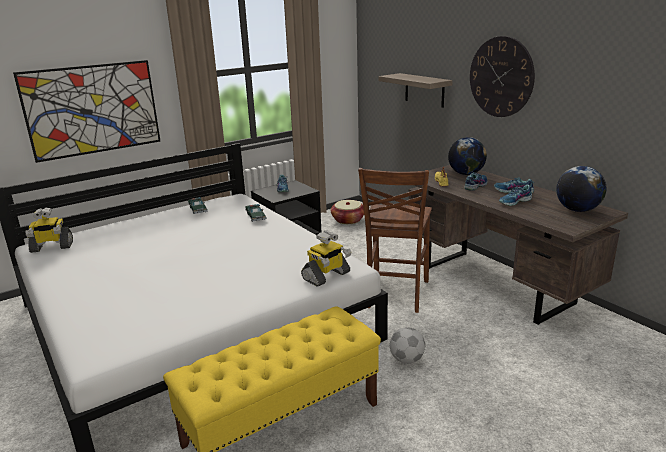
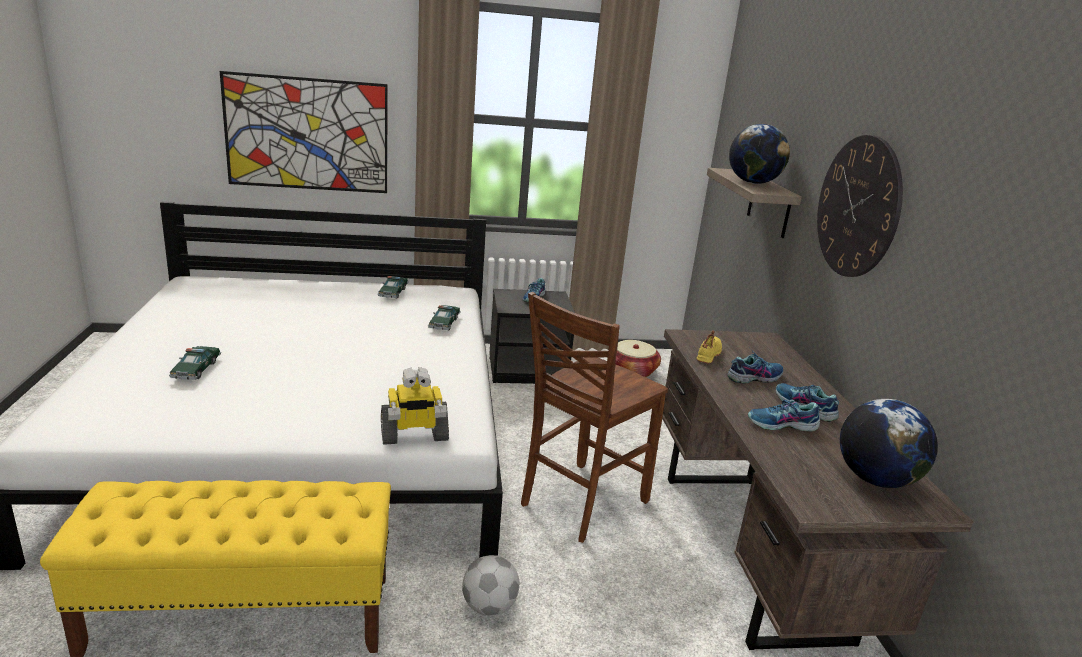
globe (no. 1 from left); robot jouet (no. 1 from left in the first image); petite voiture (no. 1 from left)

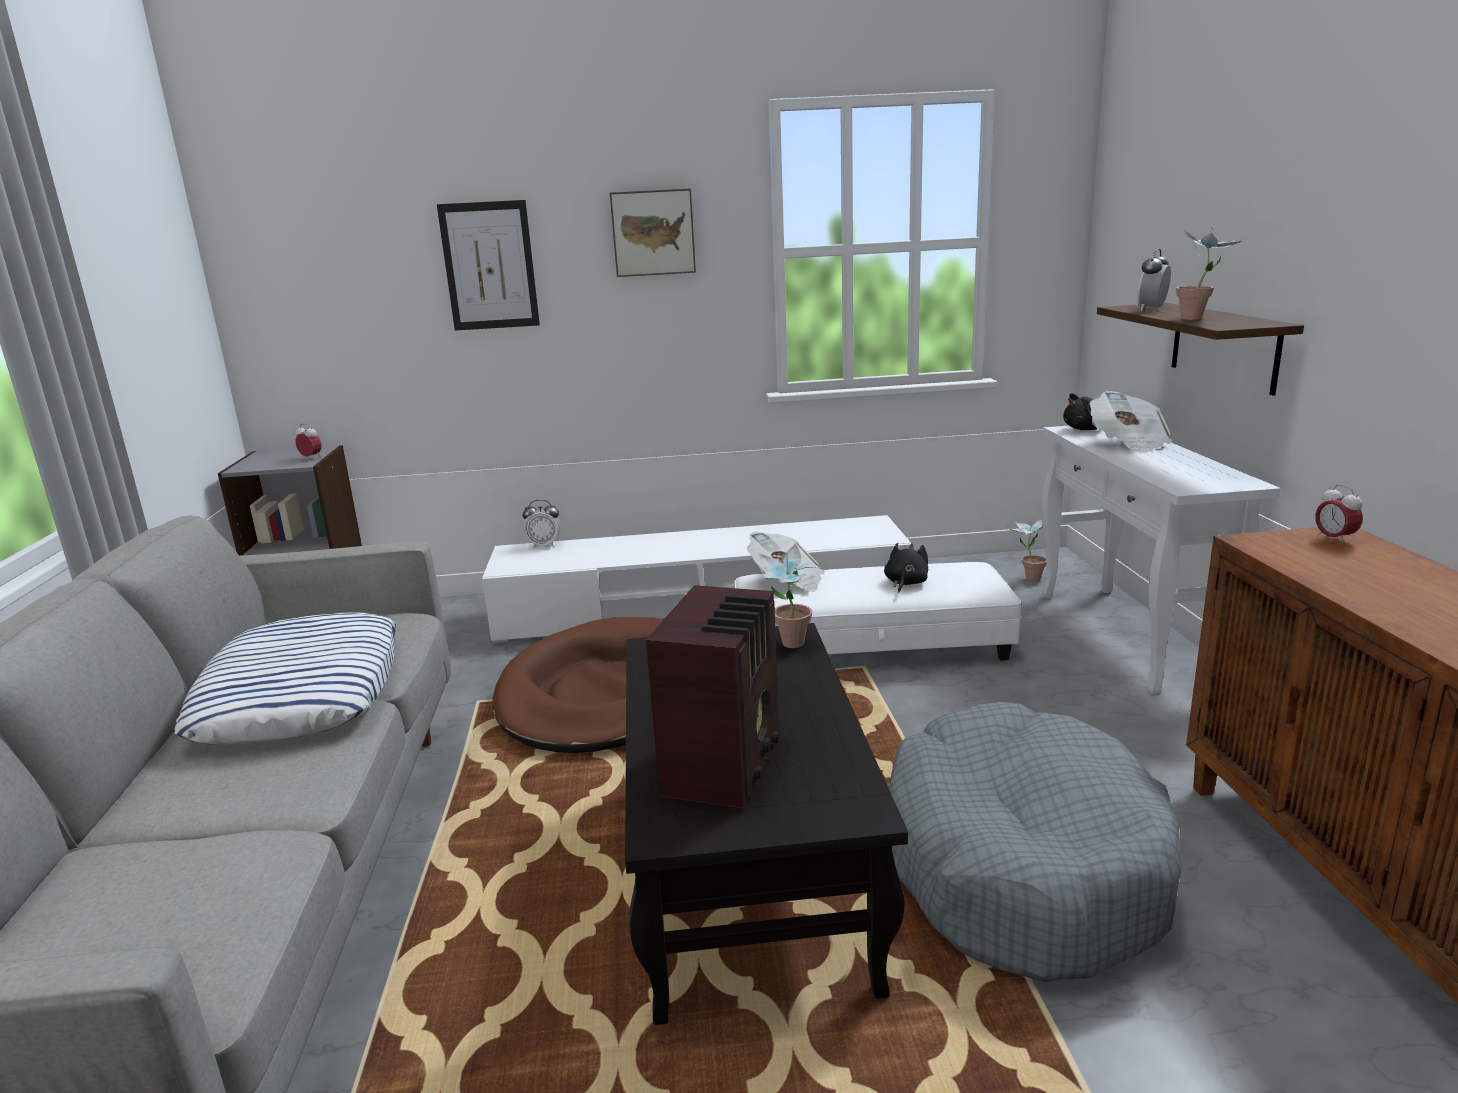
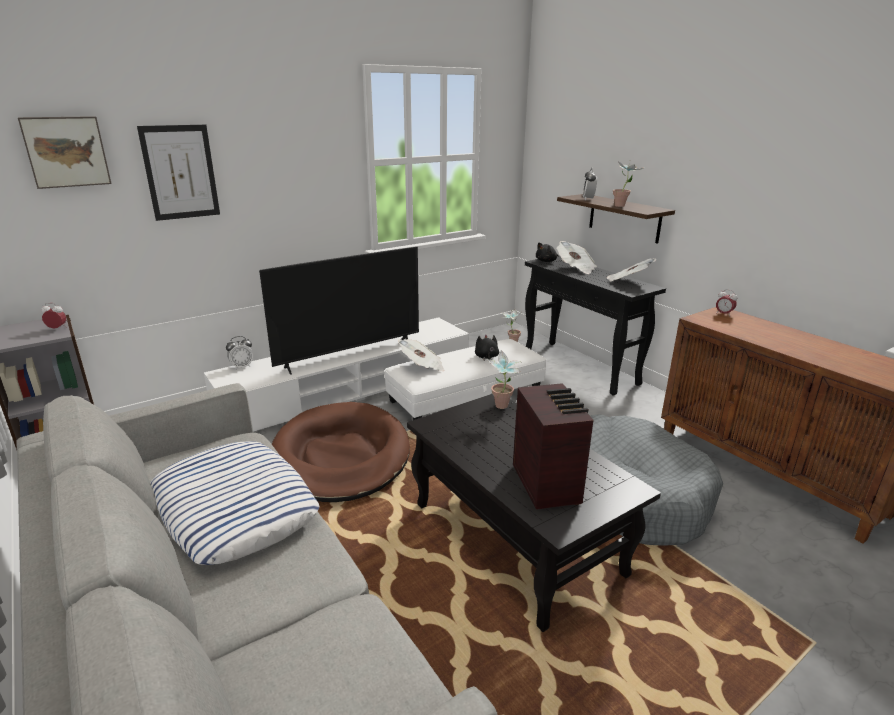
tableau (no. 1 from left); table console [noir]; téléviseur; journal (no. 3 from left)

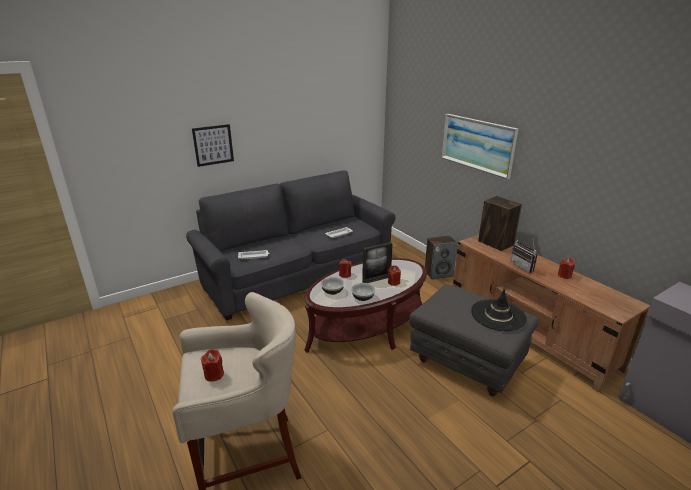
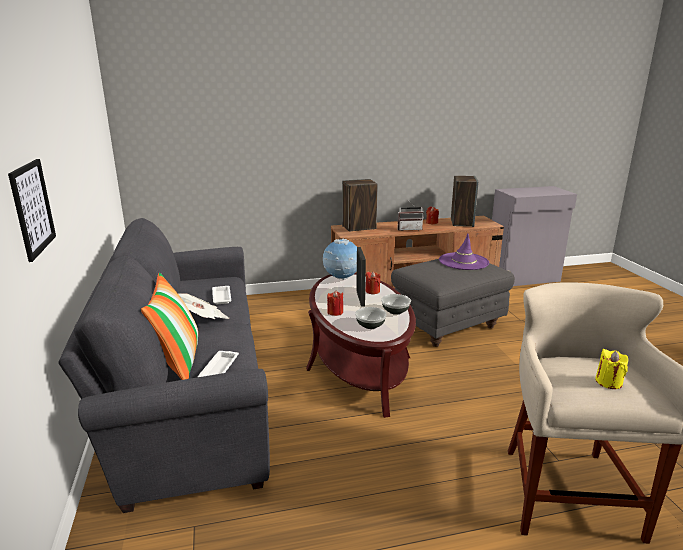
tableau (no. 2 from left in the first image); enceinte (no. 2 from left); chapeau [violet]; bougie [jaune]; globe; coussin; journal

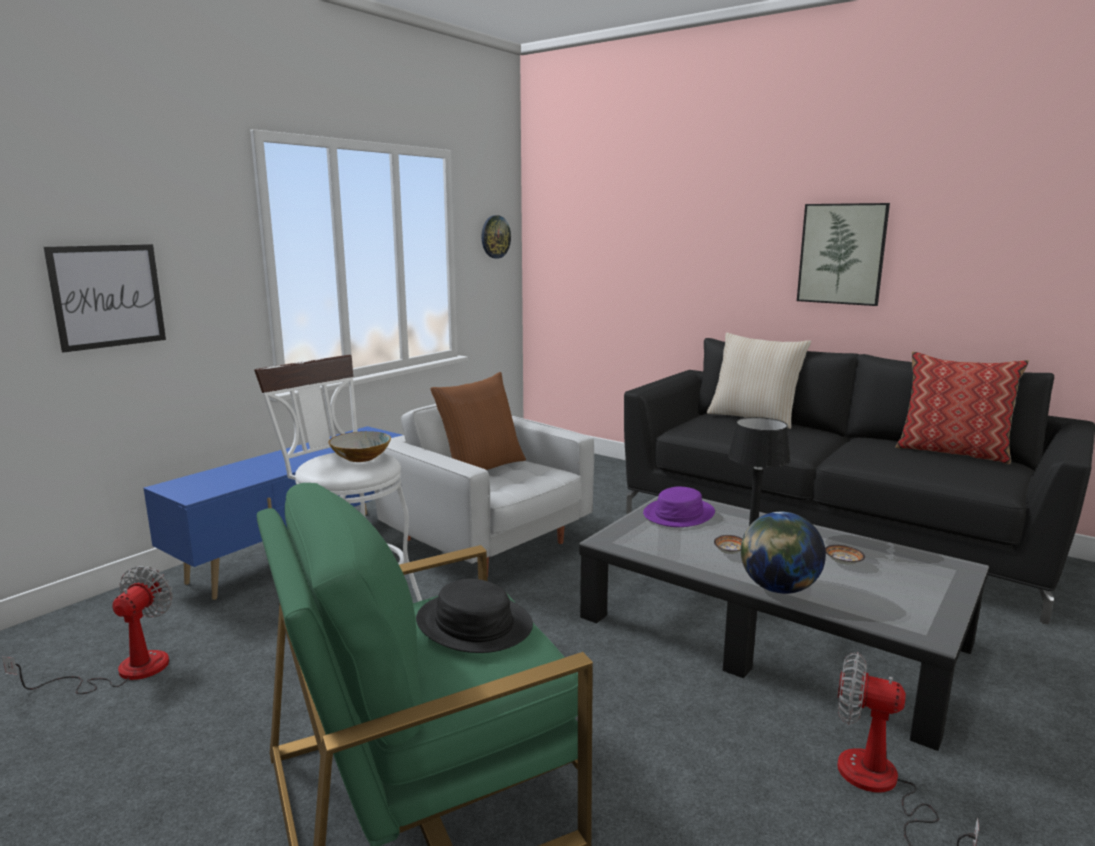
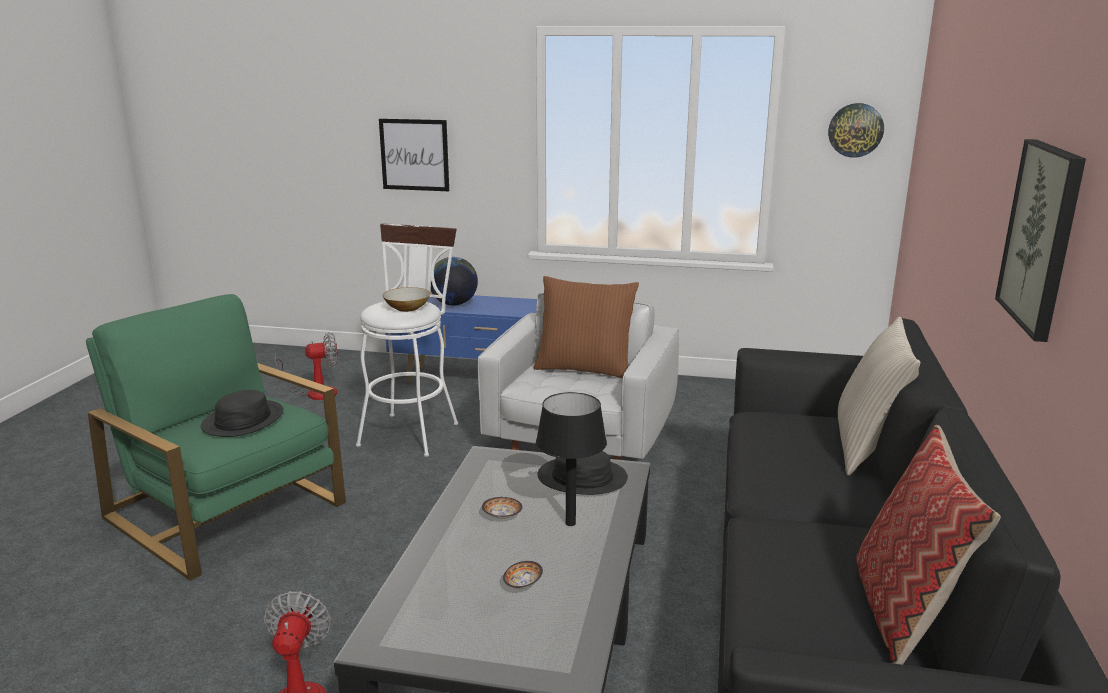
chapeau [noir] (no. 2 from left); globe

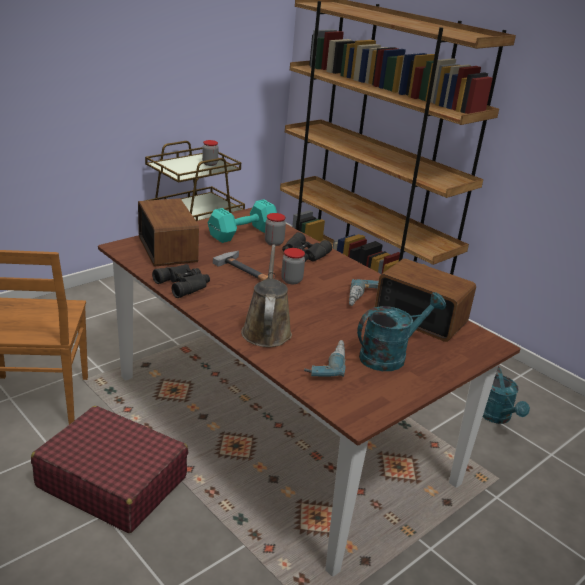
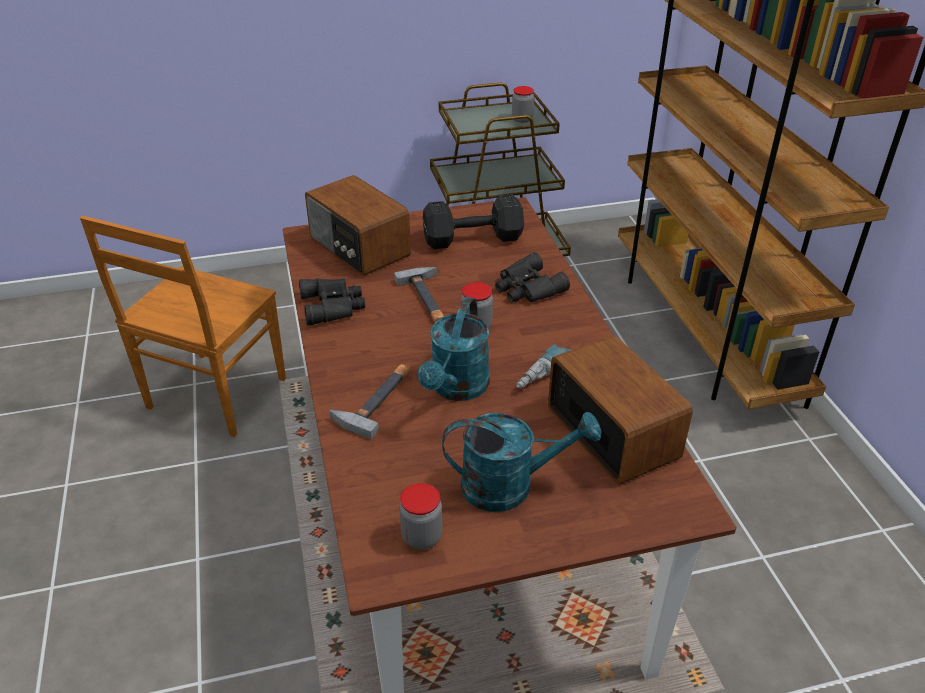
radio (no. 1 from left); haltère [noir]; bocal (no. 1 from left); marteau (no. 1 from left); perceuse (no. 1 from left in the first image); arrosoir [turquoise] (no. 1 from left); valise [rouge]

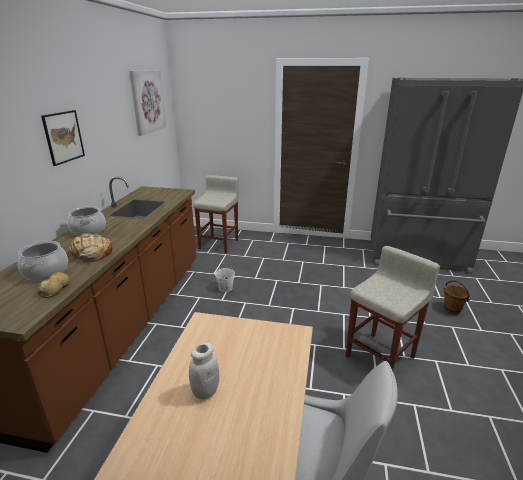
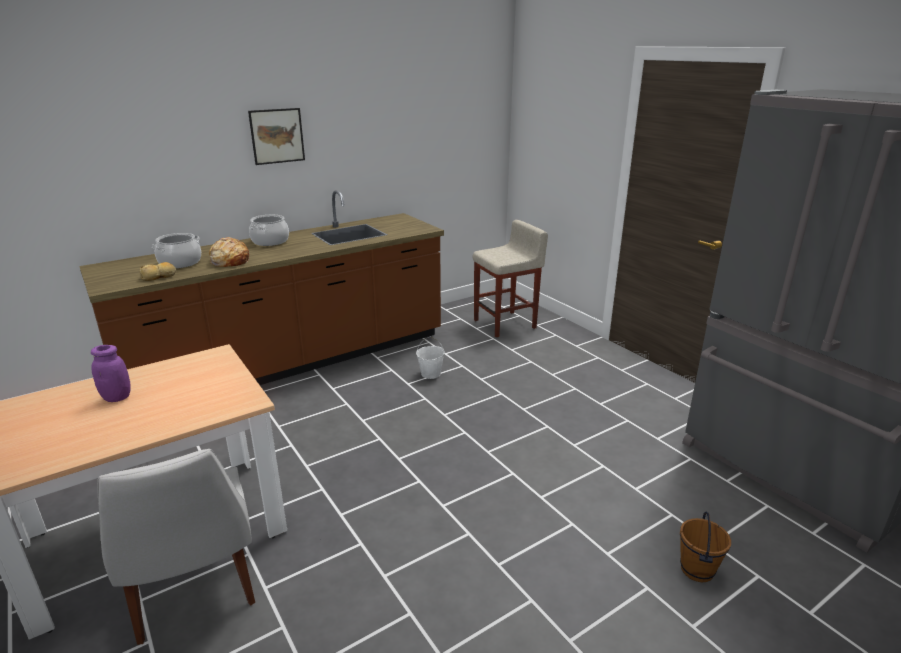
tableau (no. 2 from left in the first image); tabouret [beige] (no. 2 from left in the first image); bocal [violet]

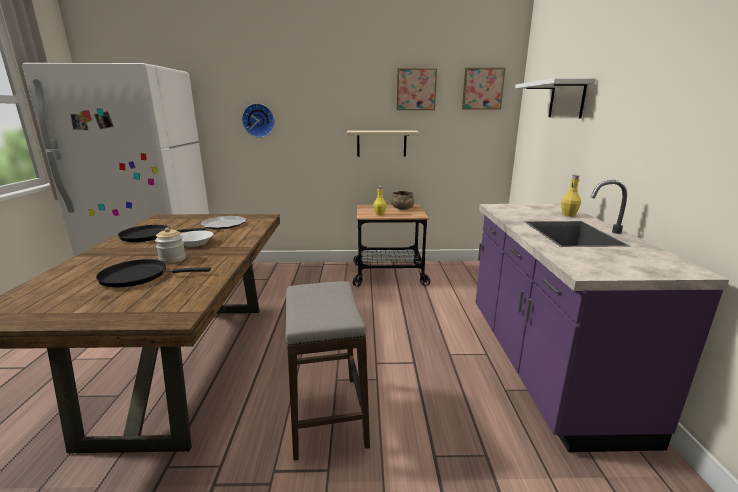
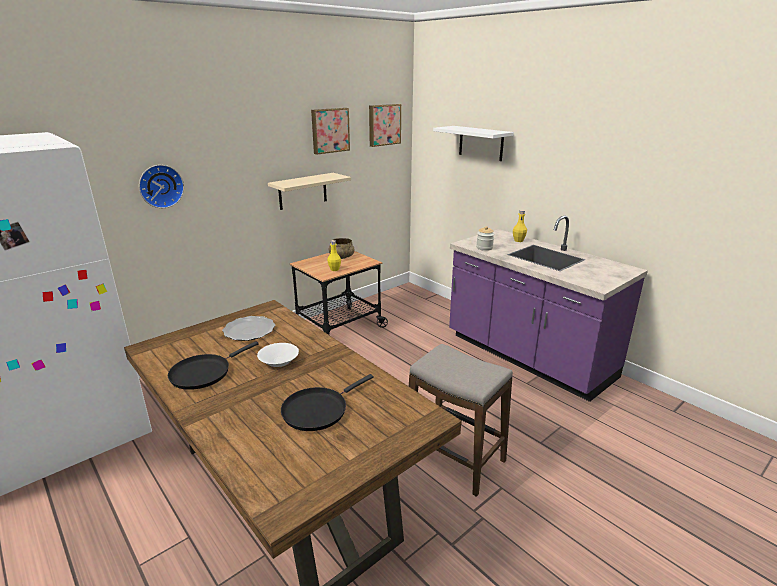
bocal

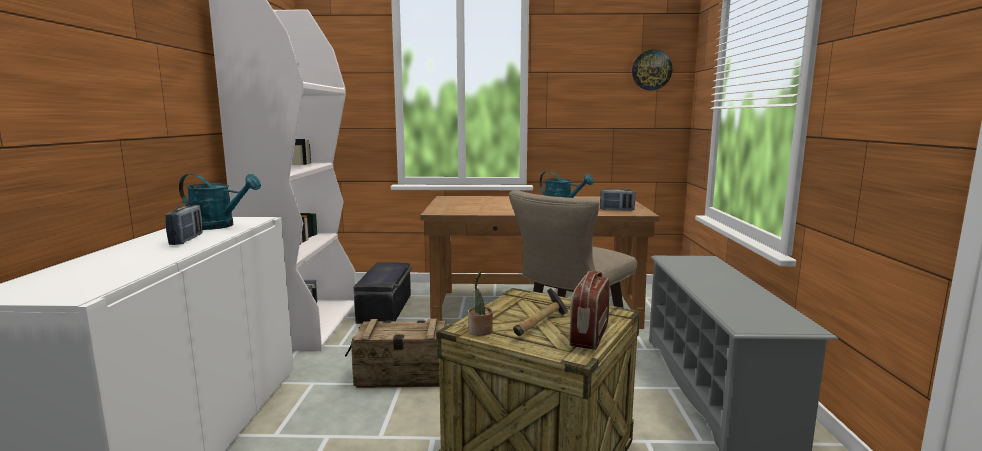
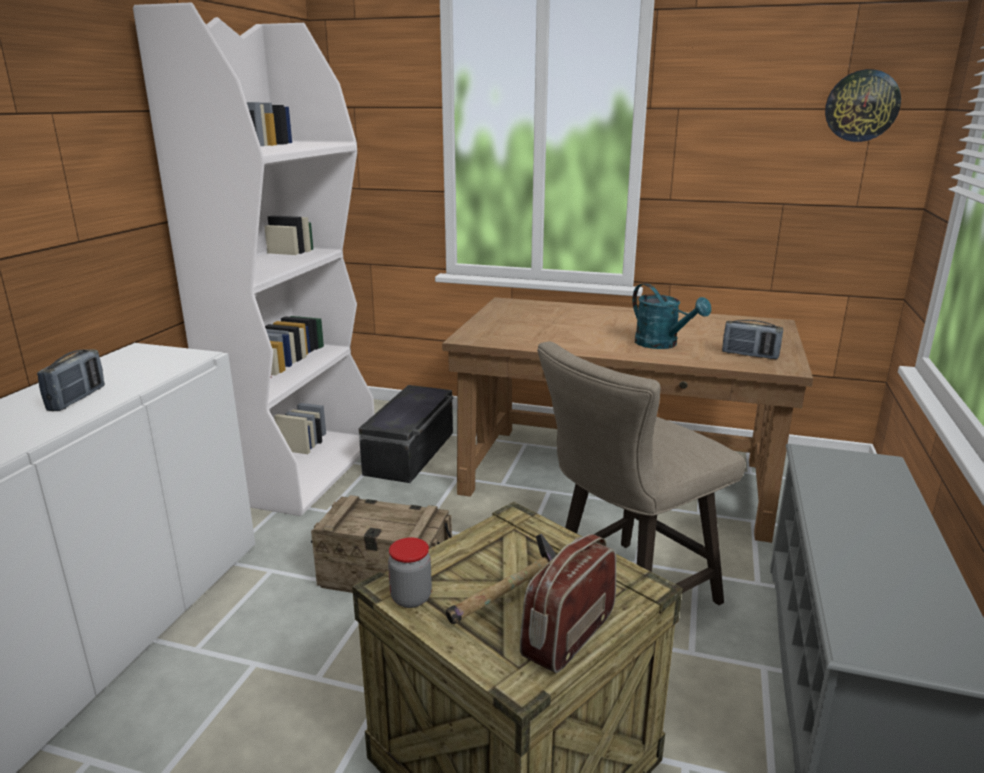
arrosoir [turquoise] (no. 1 from left in the first image); bocal

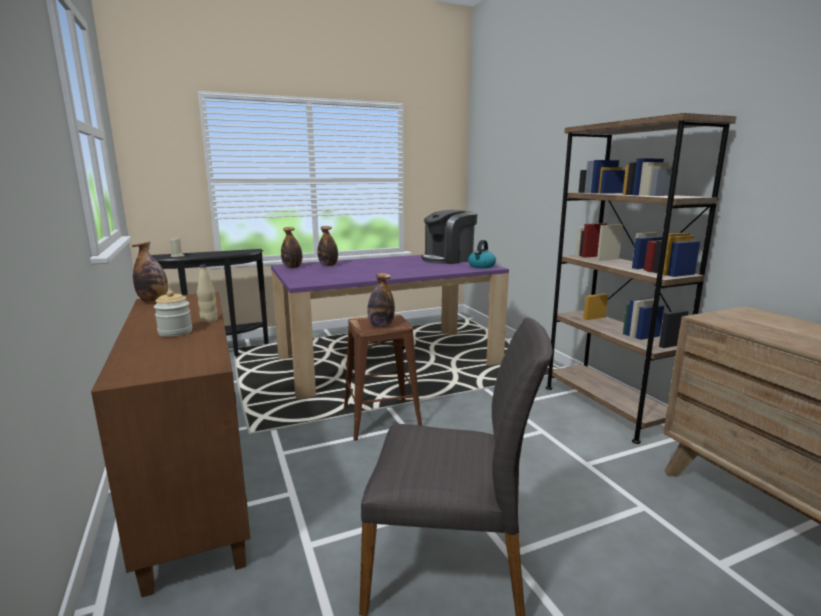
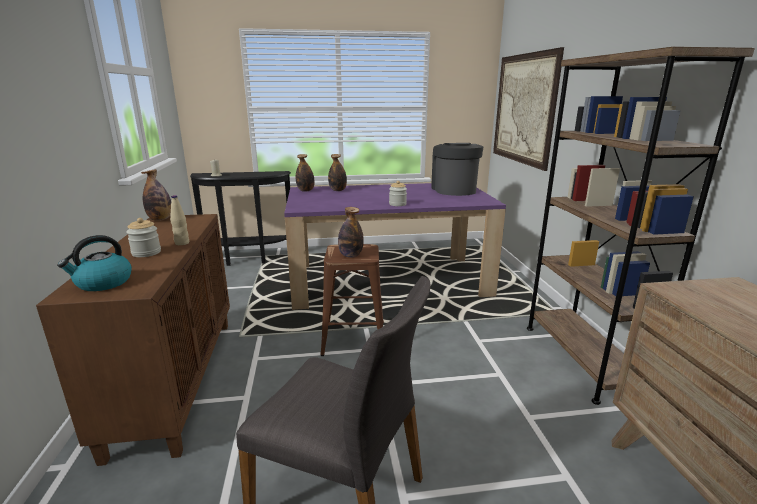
machine à café; bouilloire; tableau; bocal (no. 2 from left)

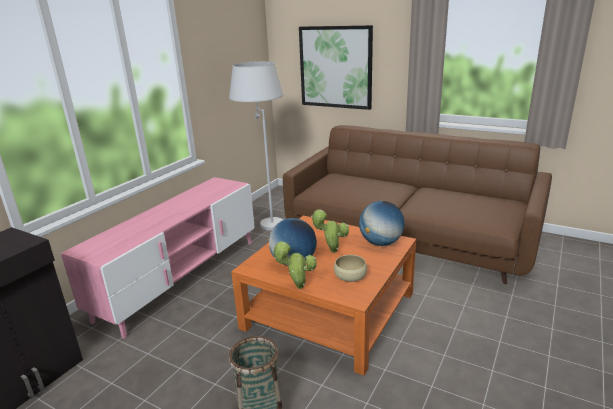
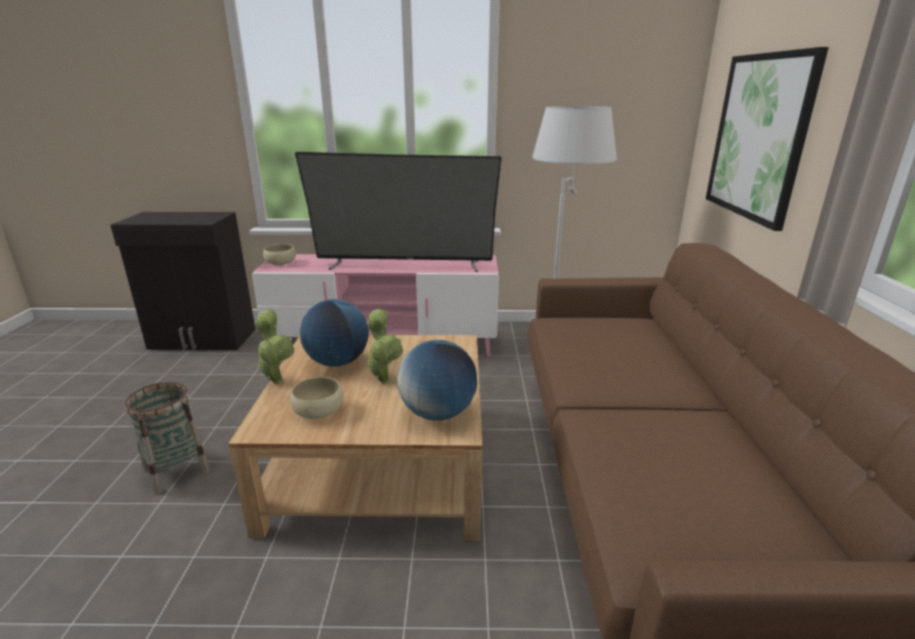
table basse [beige]; téléviseur; bol [beige] (no. 1 from left)

